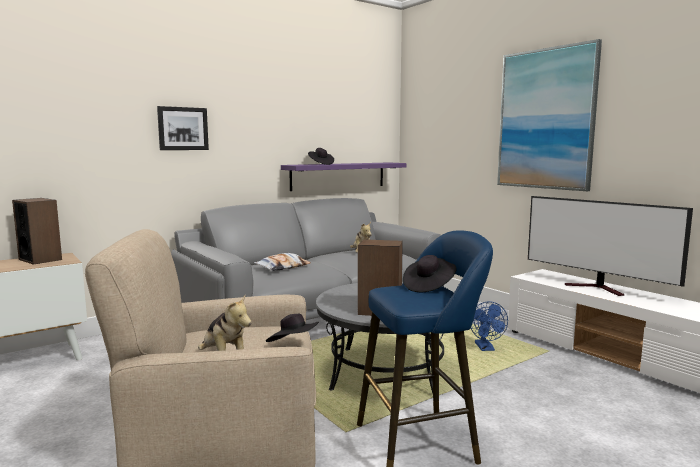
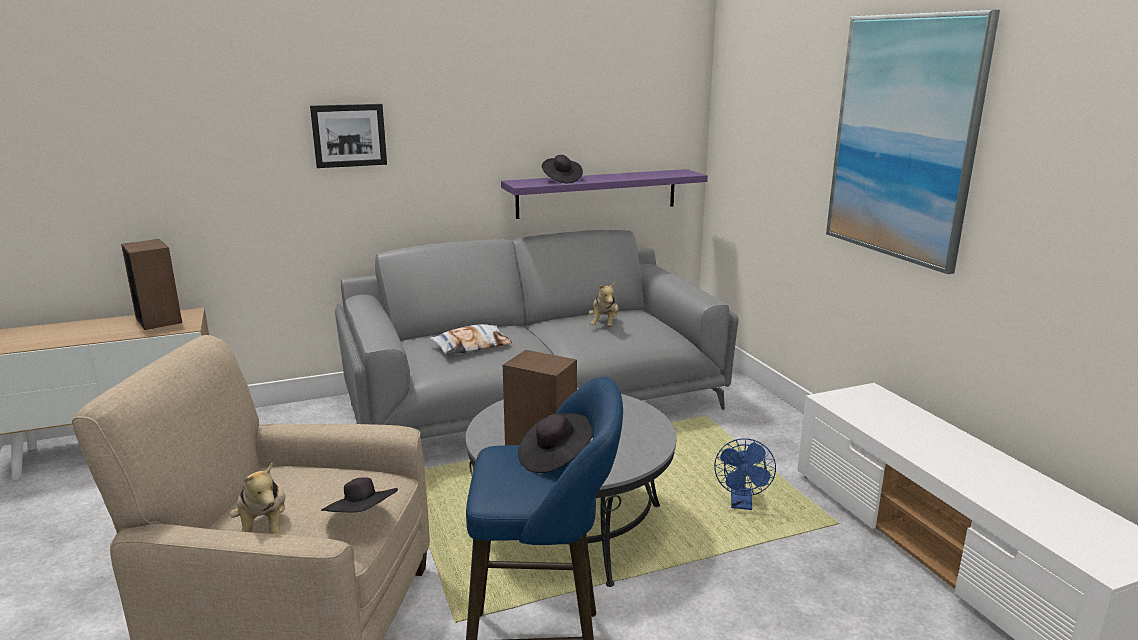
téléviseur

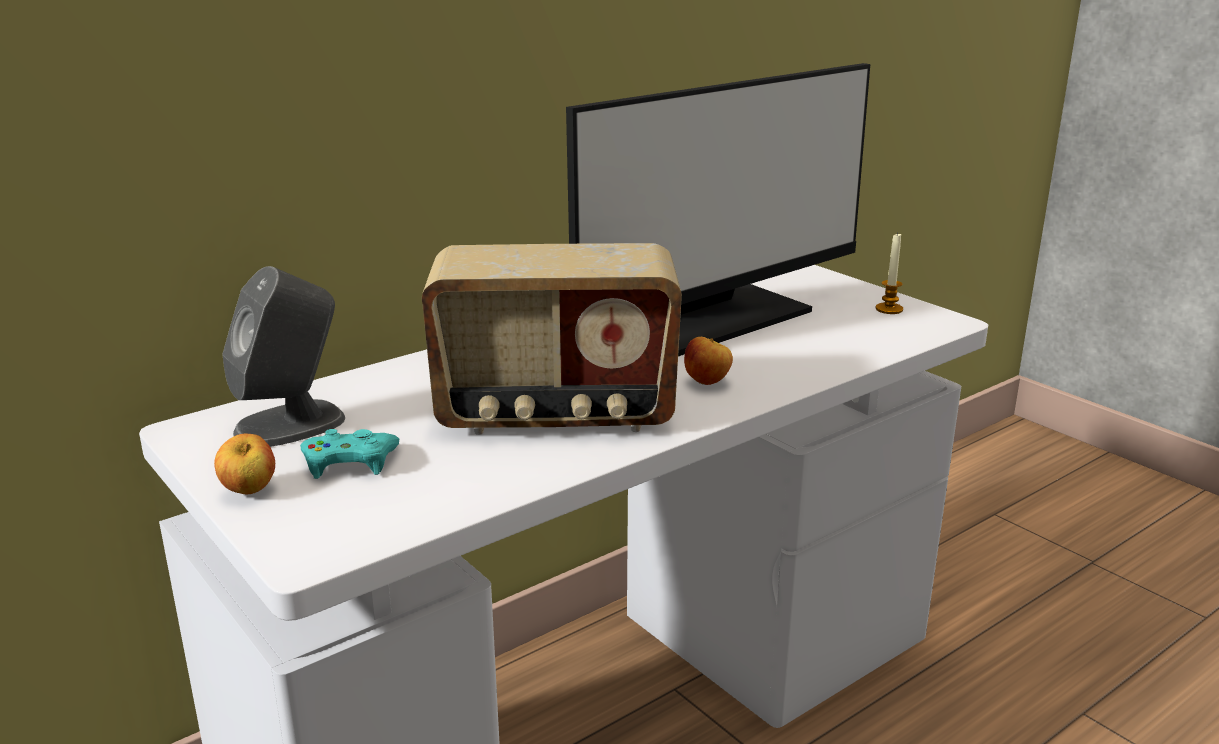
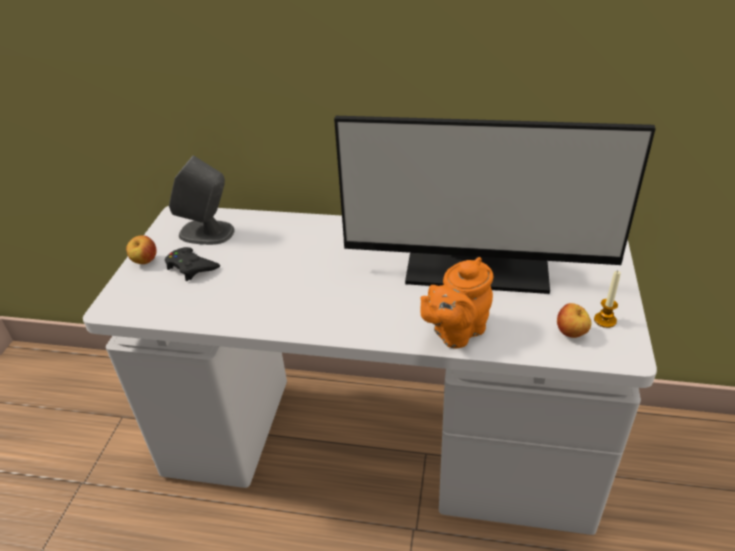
radio; pomme (no. 2 from left); manette [noir]; théière [orange]

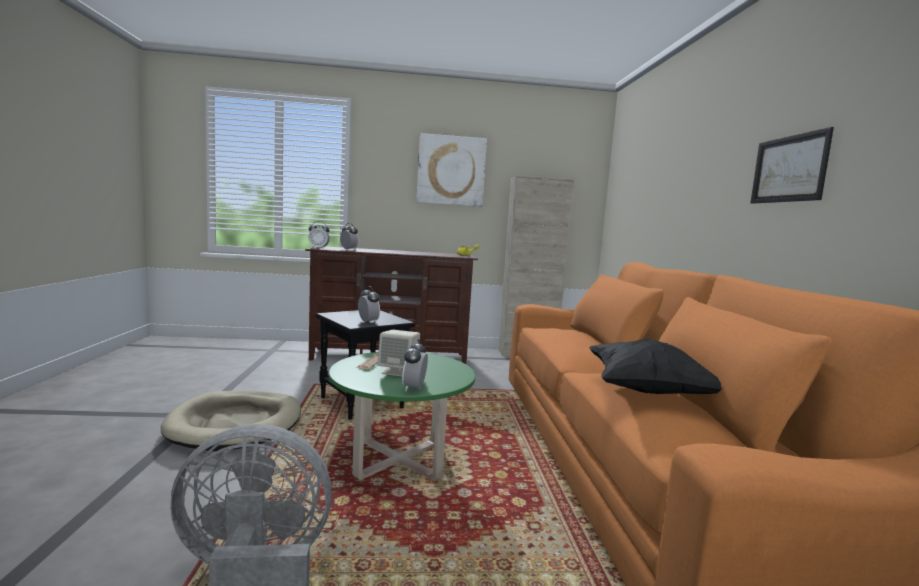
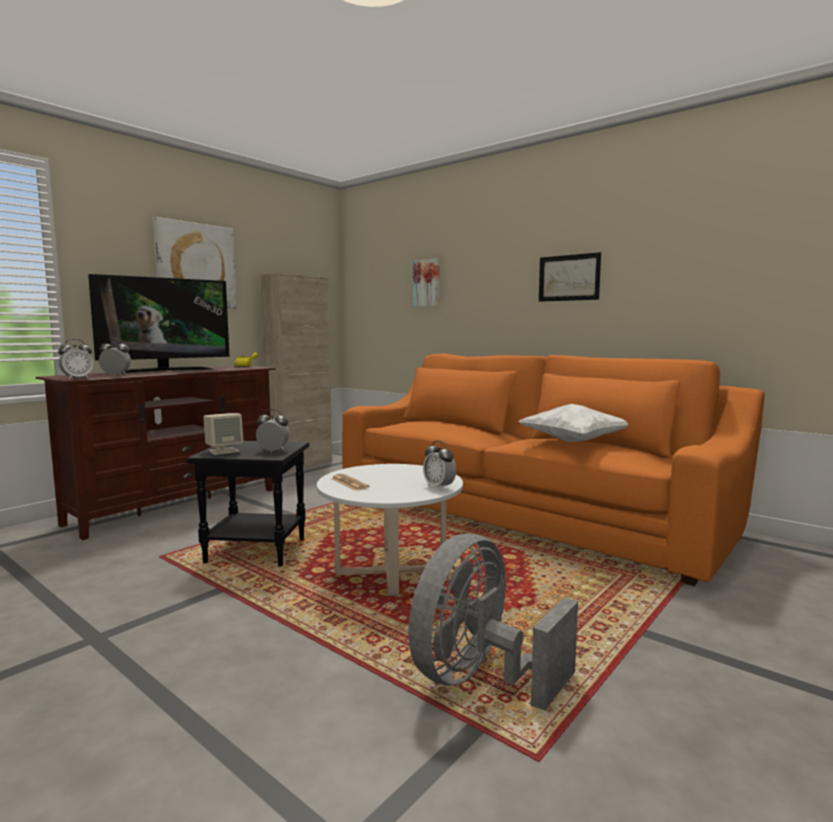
enceinte [beige]; coussin [blanc]; table basse [blanc]; panier pour chien [beige]; tableau (no. 2 from left); téléviseur

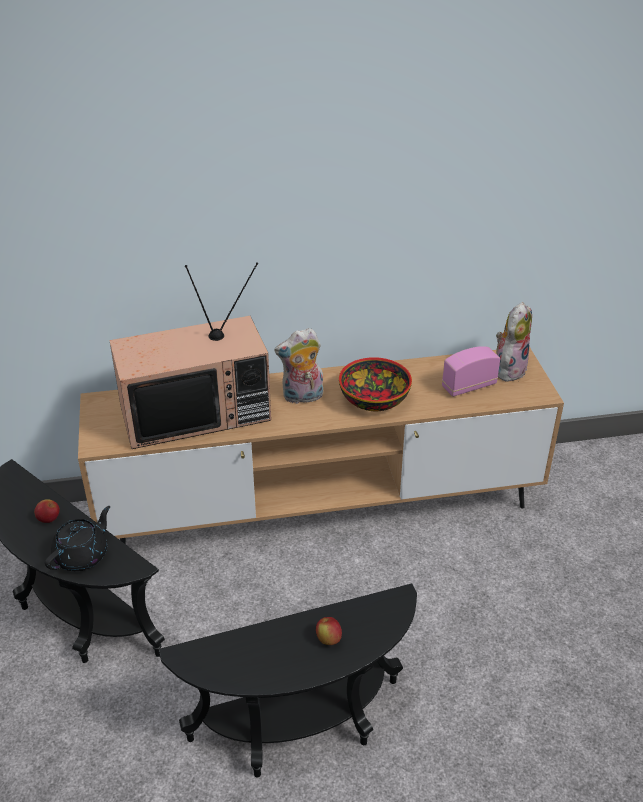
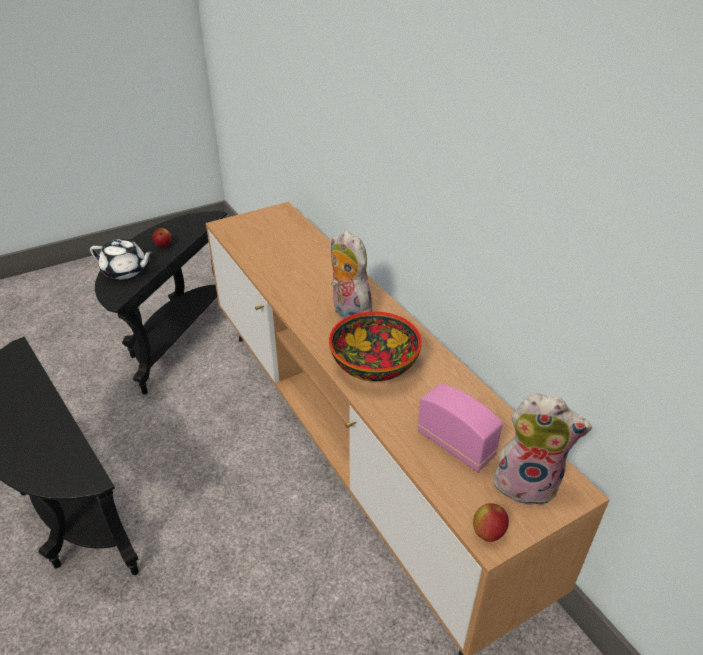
téléviseur; théière [blanc]; pomme (no. 2 from left)

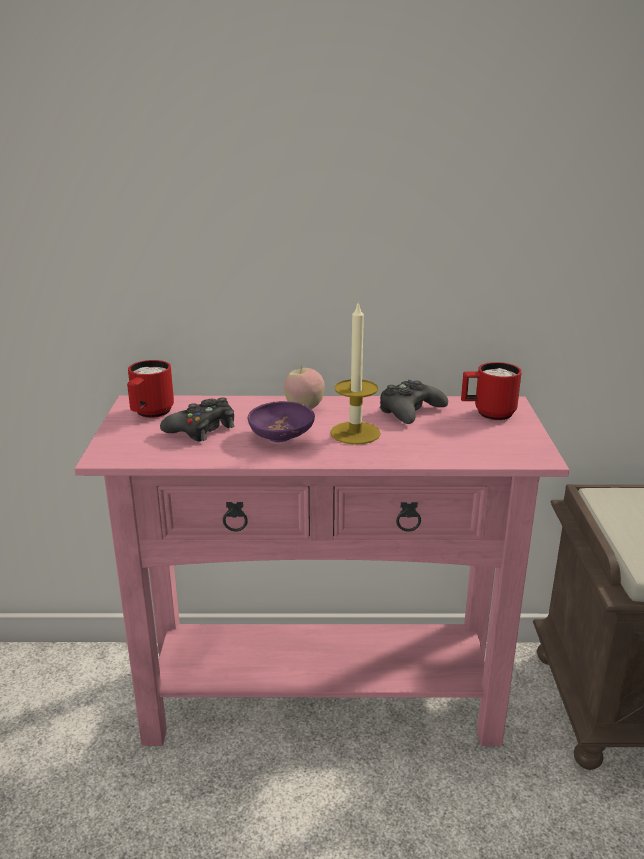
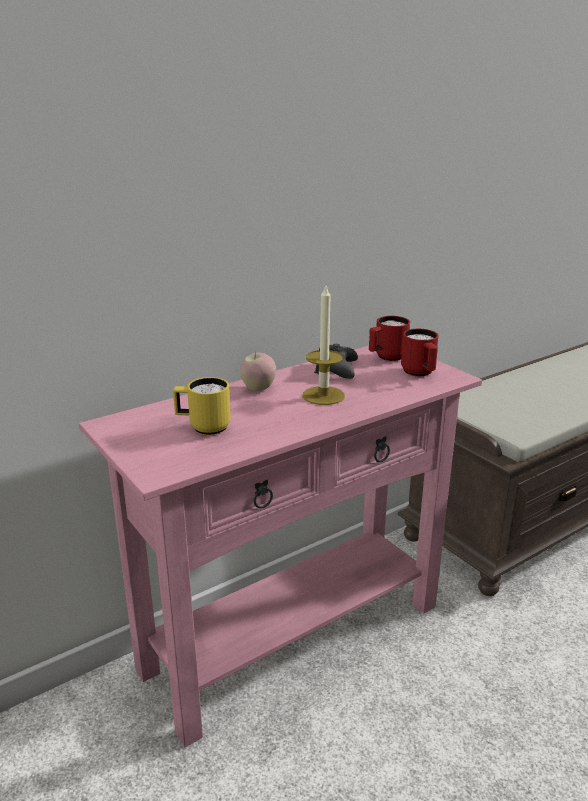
mug [rouge] (no. 2 from left); mug [jaune]; bol [violet]

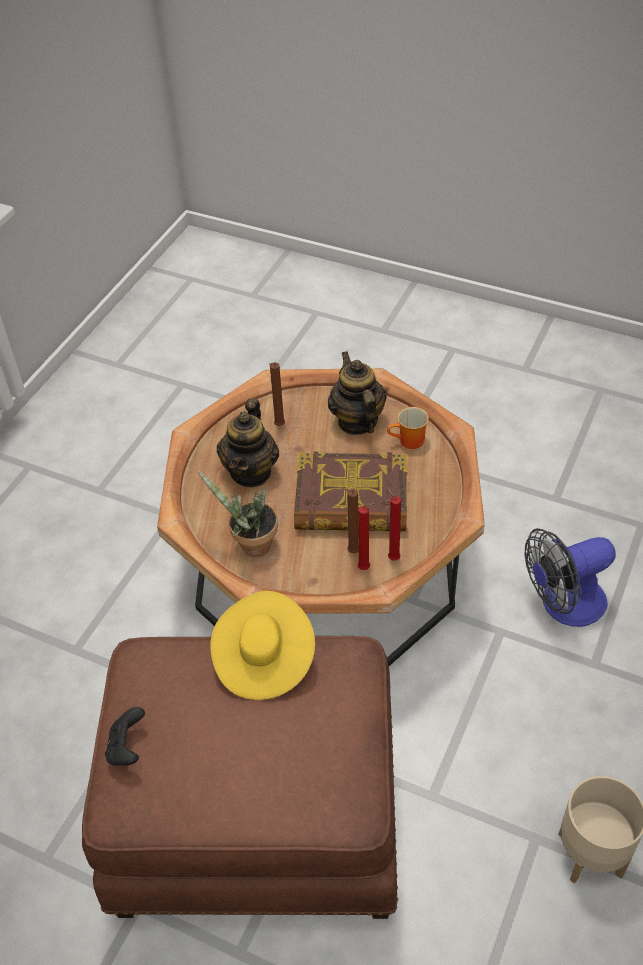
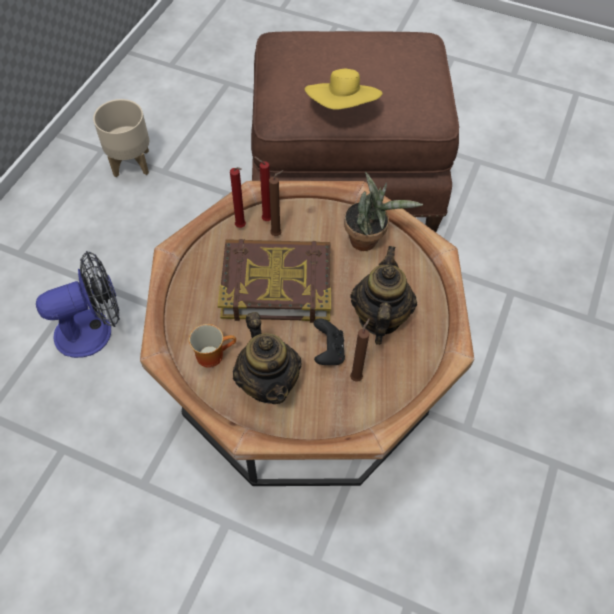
manette [noir]

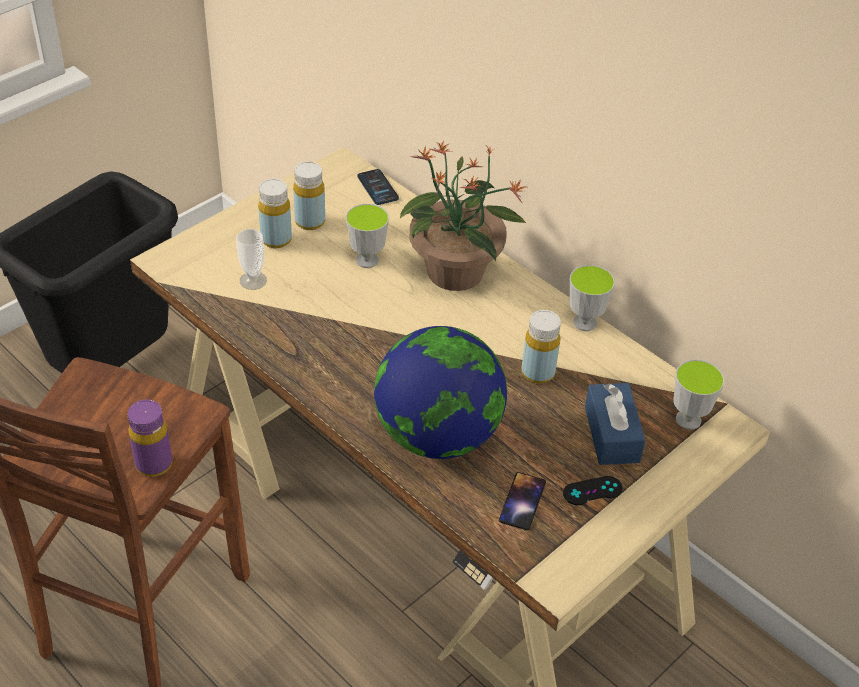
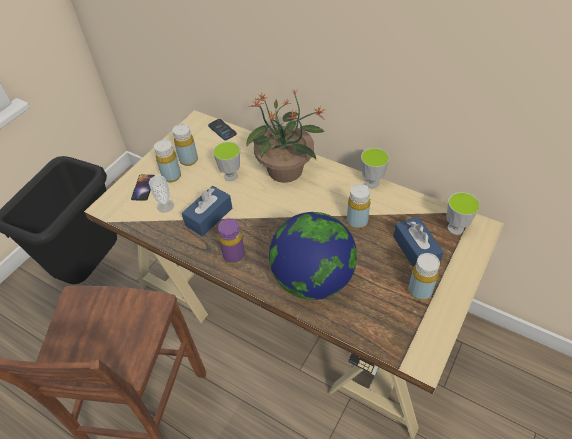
bouteille [violet]; téléphone (no. 1 from left); bouteille [jaune] (no. 4 from left); boîte à mouchoirs [bleu] (no. 1 from left)

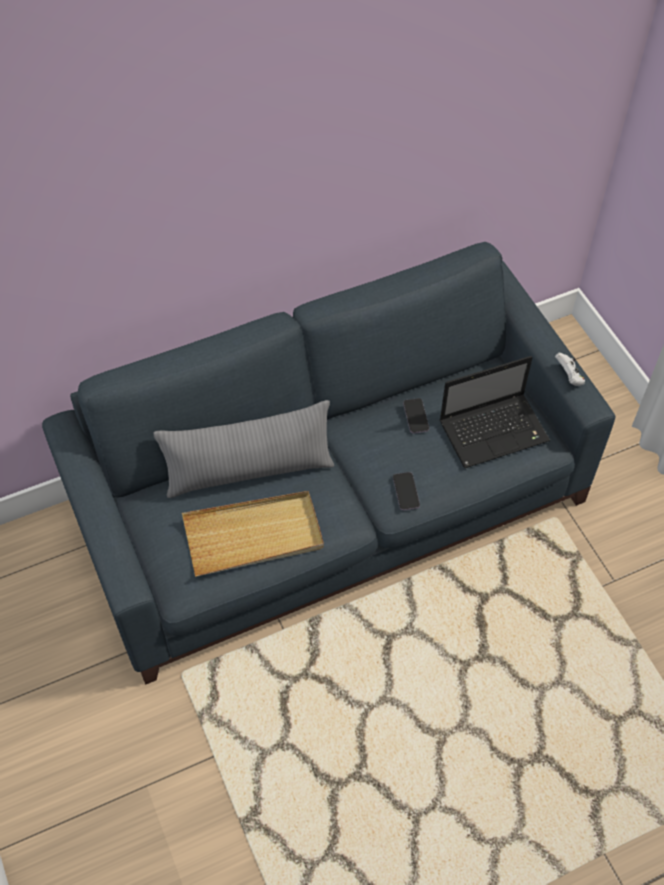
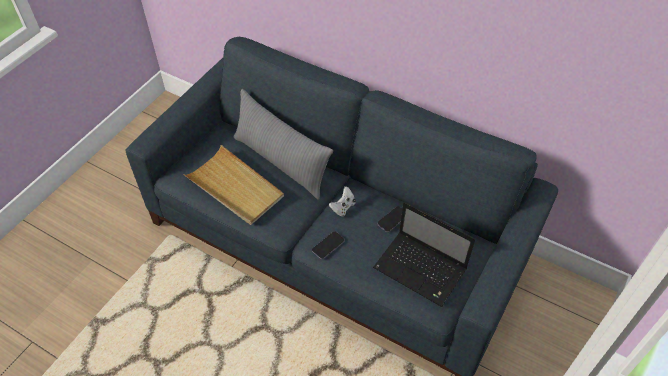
manette [blanc]

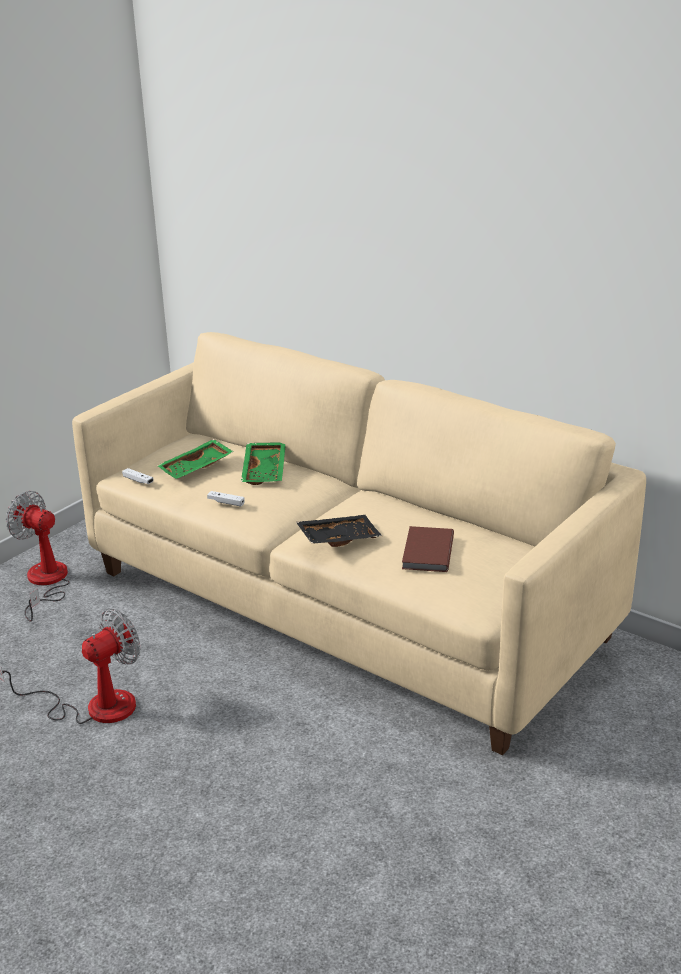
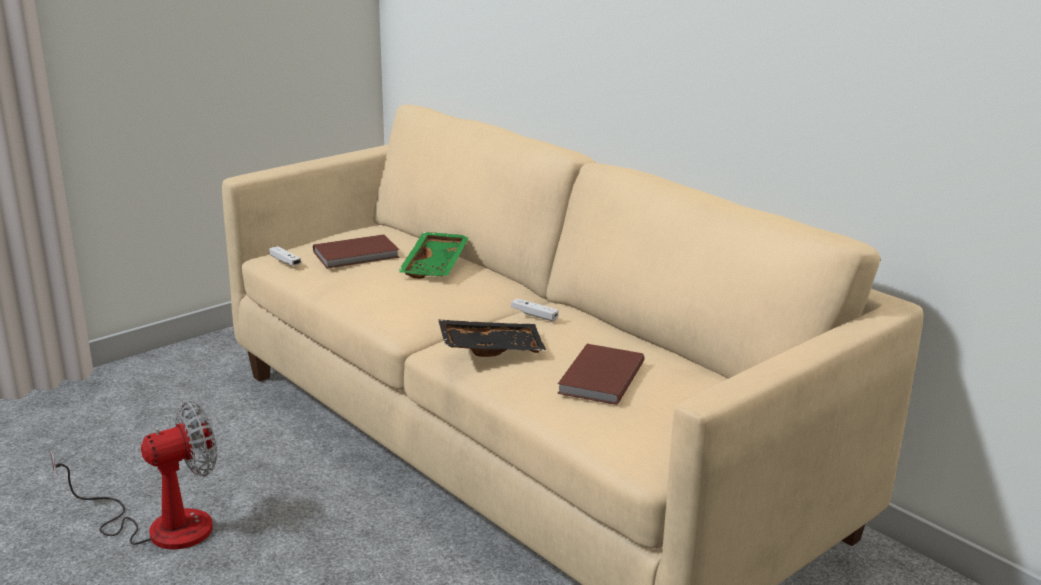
livre [marron] (no. 1 from left); ventilateur (no. 1 from left in the first image); manette [blanc] (no. 2 from left)

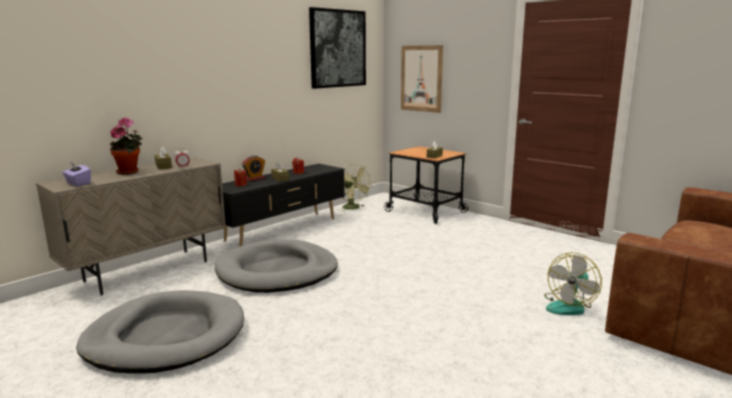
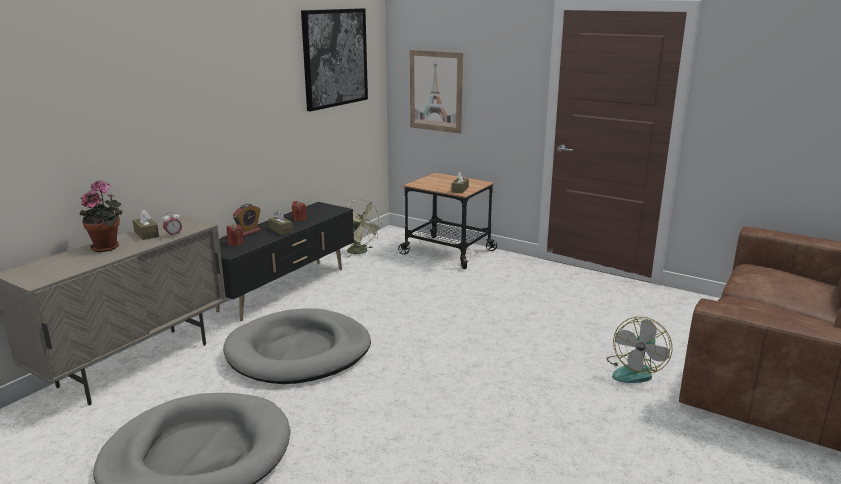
boîte à mouchoirs [violet]

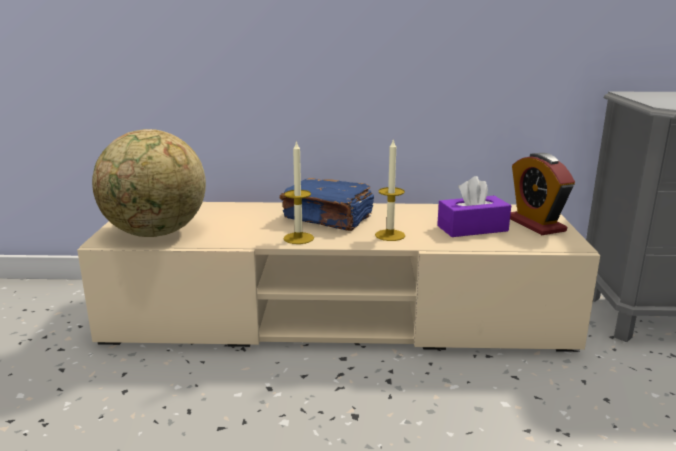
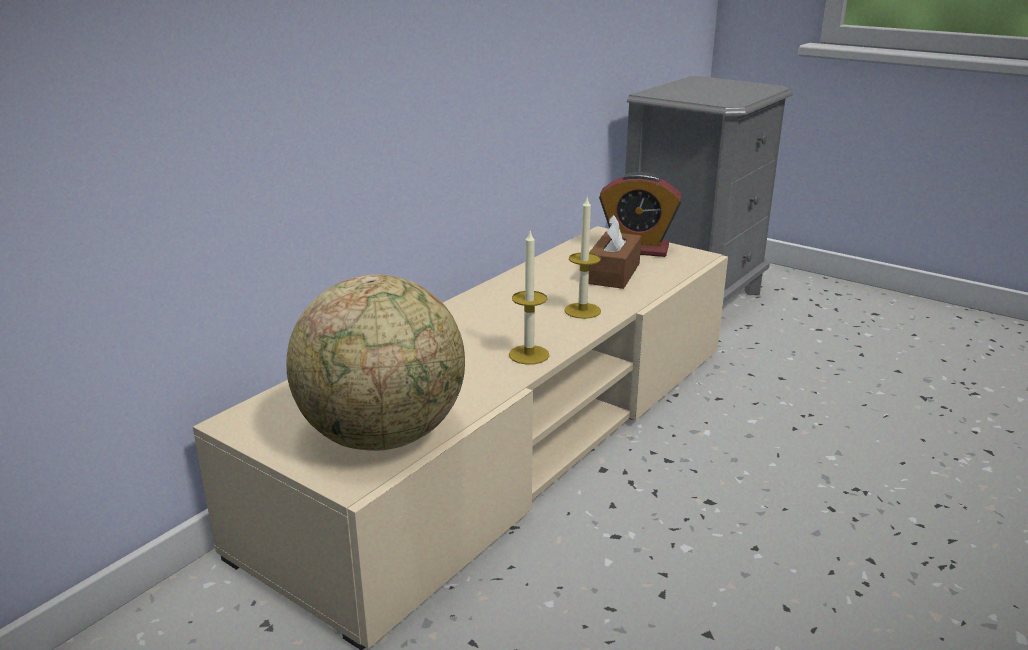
boîte à mouchoirs [marron]; livre [bleu]

